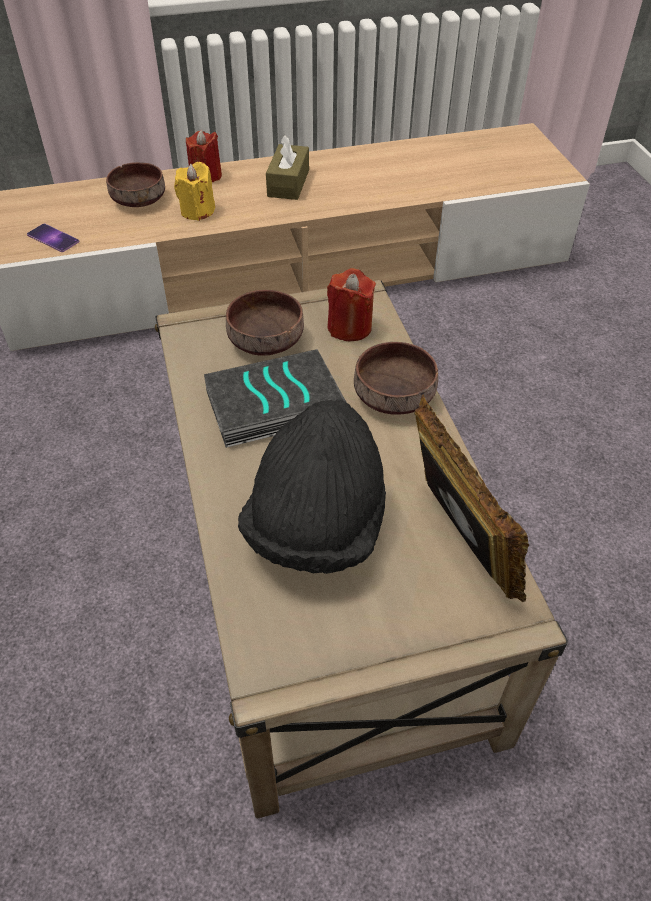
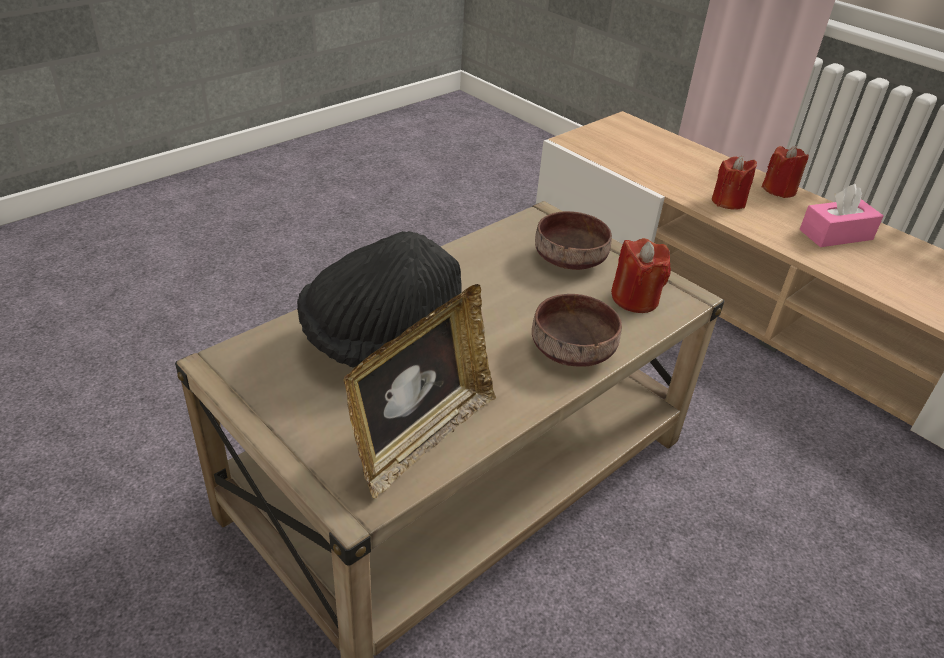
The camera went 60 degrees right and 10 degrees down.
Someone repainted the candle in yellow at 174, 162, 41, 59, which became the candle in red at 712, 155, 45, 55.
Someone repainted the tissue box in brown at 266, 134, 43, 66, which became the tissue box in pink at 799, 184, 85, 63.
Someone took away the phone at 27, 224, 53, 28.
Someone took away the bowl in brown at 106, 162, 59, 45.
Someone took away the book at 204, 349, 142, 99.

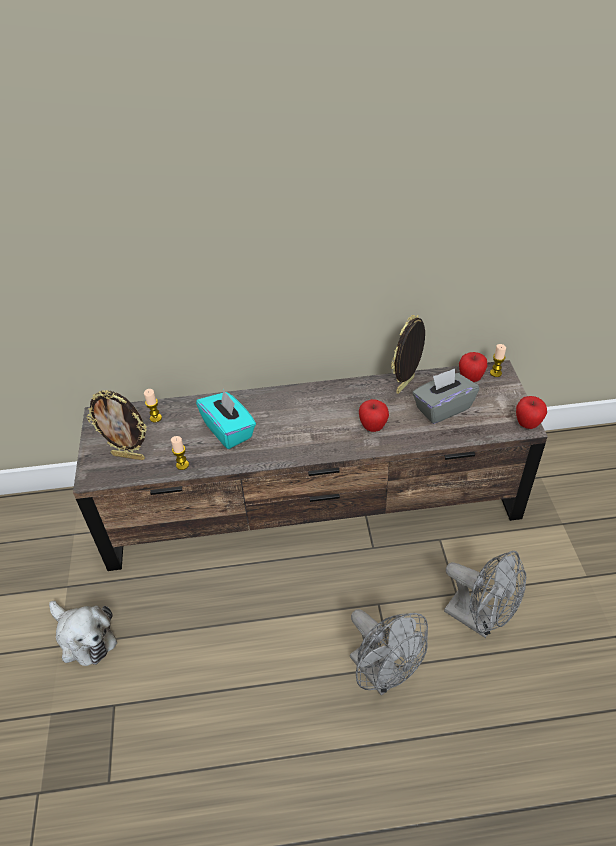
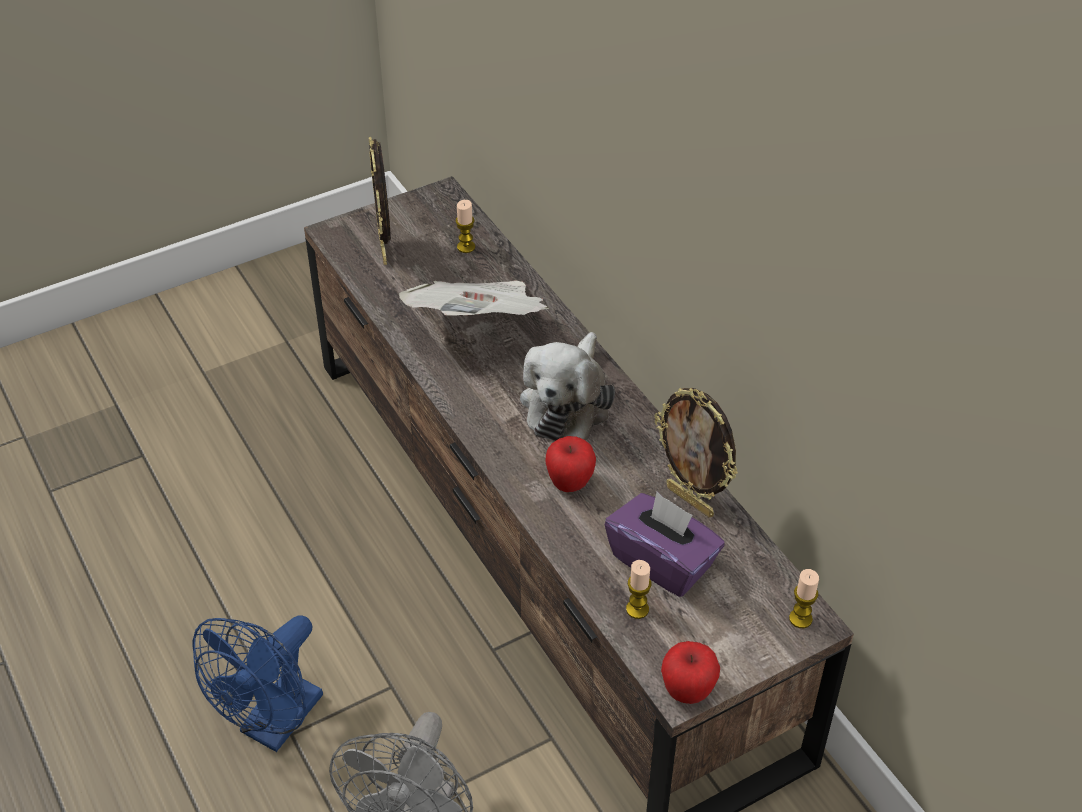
The camera went 65 degrees right and 0 degrees up.
Someone repainted the fan in grey at 350, 609, 78, 87, which became the fan in blue at 192, 615, 131, 137.
Someone swapped the tissue box in turquoise at 196, 389, 60, 60 for the newspaper at 399, 280, 150, 36.
Someone carried the plush toy from 49, 601, 68, 65 to 520, 332, 95, 109.
Someone repainted the tissue box in grey at 412, 368, 67, 56, which became the tissue box in purple at 605, 492, 120, 105.
Someone carried the candle from 171, 436, 18, 34 to 626, 560, 26, 59.
Someone rotated the picture frame at 391, 315, 34, 79 by 150 degrees counterclockwise.
Someone took away the apple at 459, 352, 28, 30.

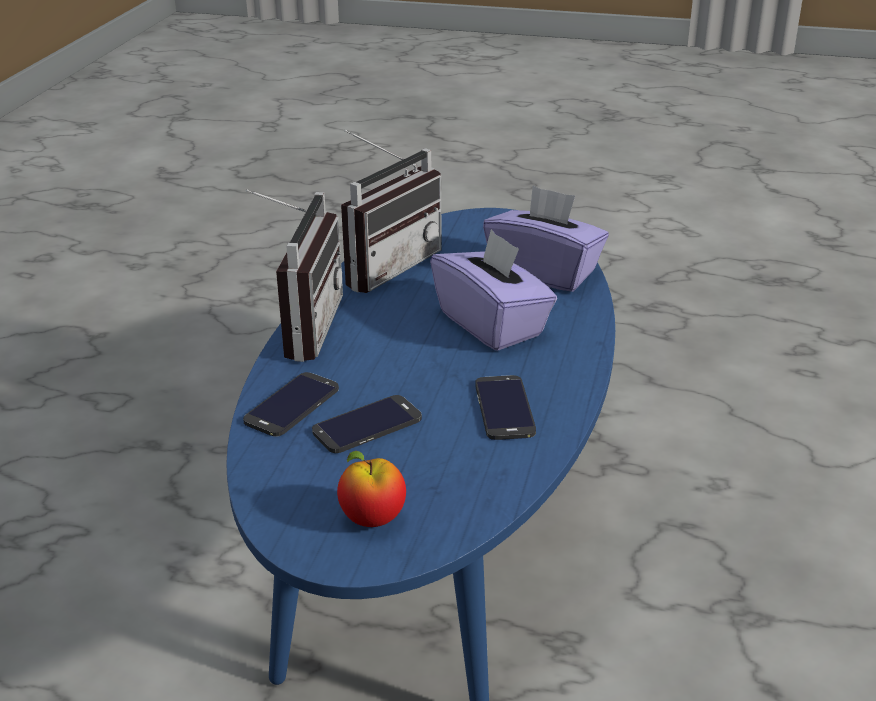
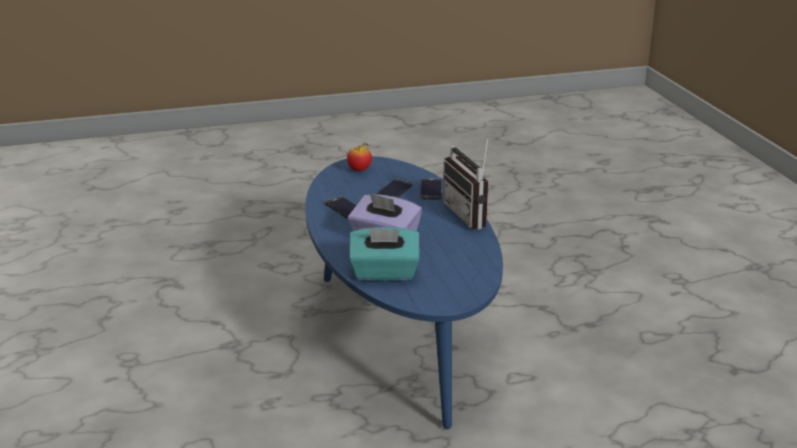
The camera went 150 degrees right and 5 degrees down.
Someone repainted the tissue box in purple at 483, 185, 126, 107, which became the tissue box in turquoise at 349, 227, 70, 53.
Someone took away the radio at 341, 129, 101, 164.

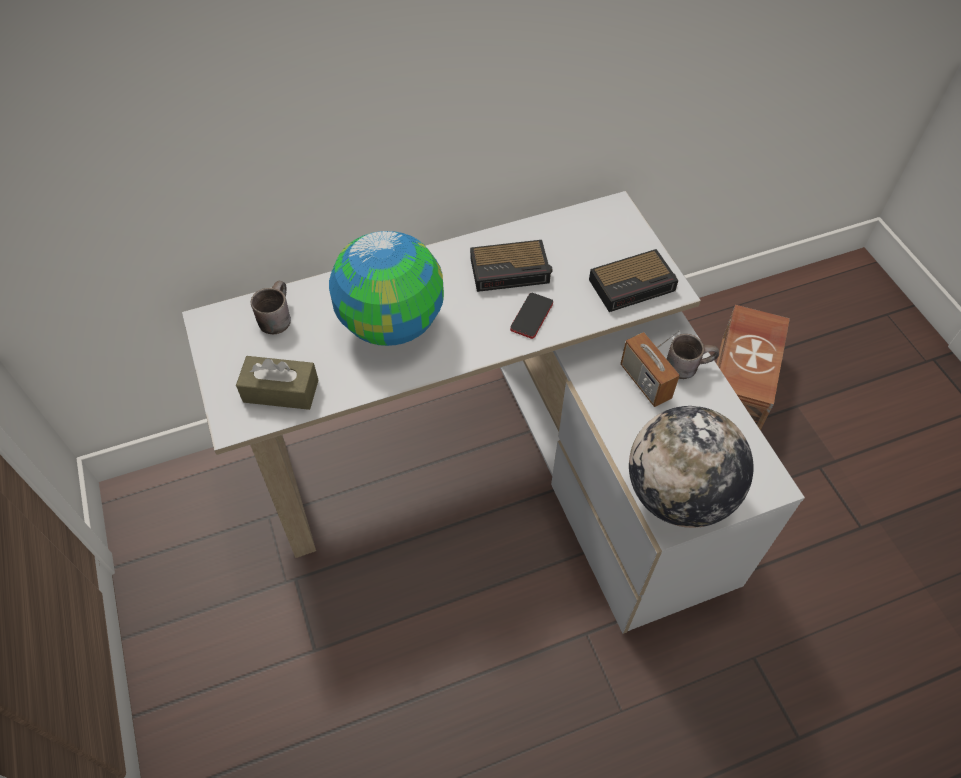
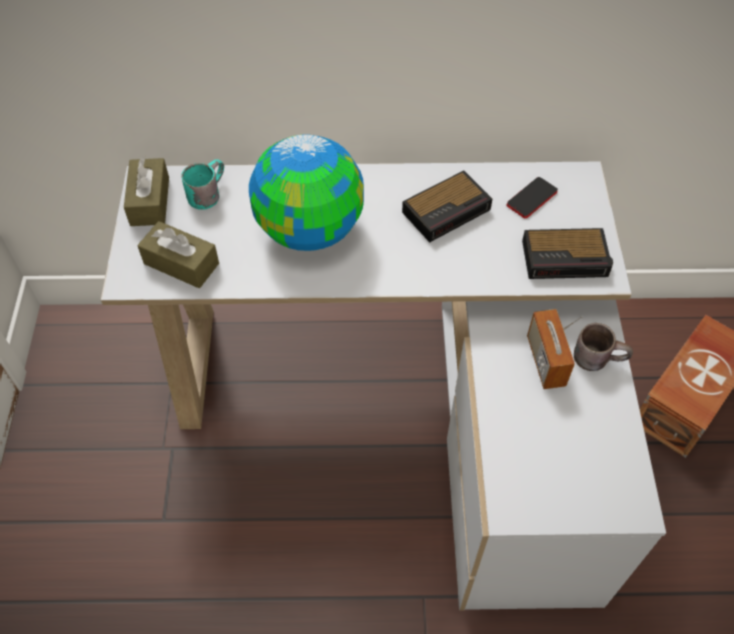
The camera went 20 degrees right and 0 degrees up.
Someone put down the tissue box in brown at 124, 156, 45, 70.
Someone repainted the mug in brown at 251, 281, 40, 53, which became the mug in turquoise at 181, 159, 43, 51.
Someone rotated the alarm clock at 470, 240, 82, 52 by 45 degrees counterclockwise.
Someone carried the phone from 510, 293, 43, 46 to 507, 177, 51, 41.
Someone took away the globe at 629, 406, 124, 122.

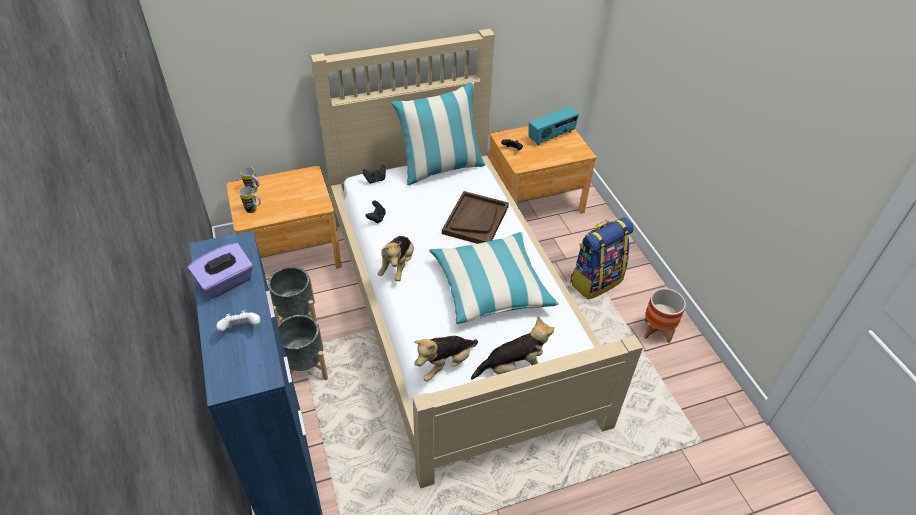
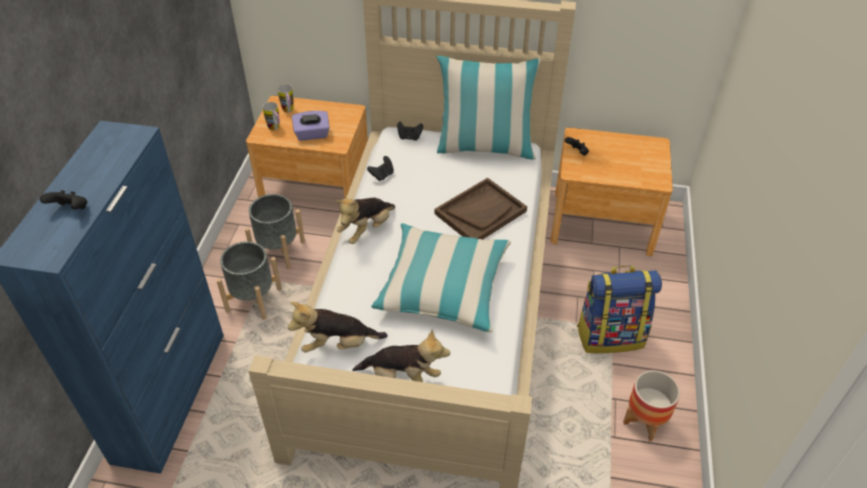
The camera went 30 degrees right and 0 degrees up.
Someone repainted the game controller in white at 216, 310, 44, 22, which became the game controller in black at 40, 190, 47, 20.
Someone carried the tissue box in purple from 188, 243, 65, 55 to 292, 111, 38, 30.
Someone took away the radio at 529, 106, 50, 39.

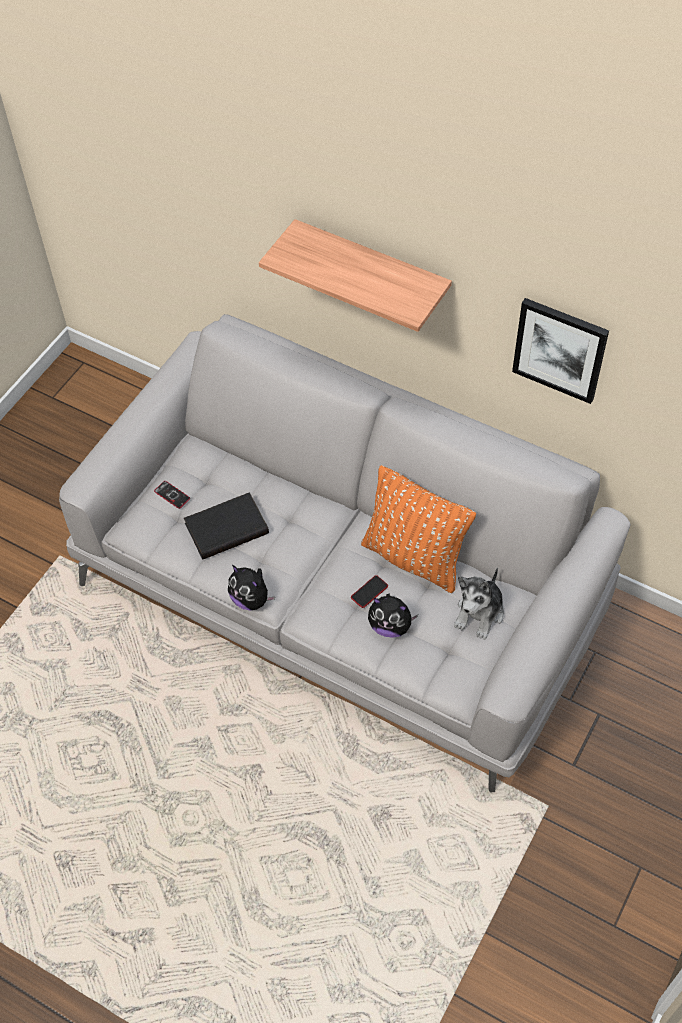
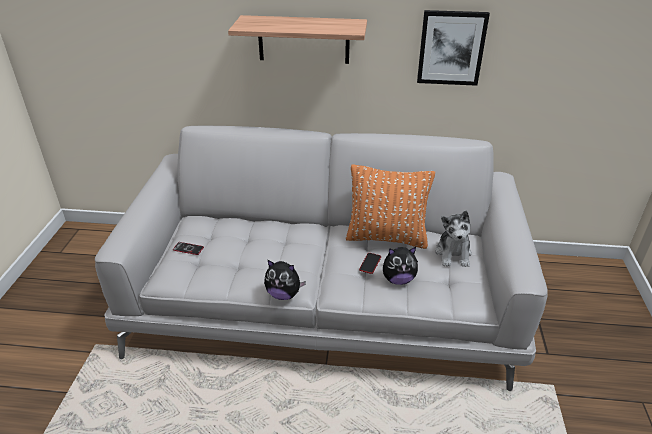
The camera went 25 degrees left and 20 degrees down.
Someone took away the book in black at 184, 492, 85, 68.

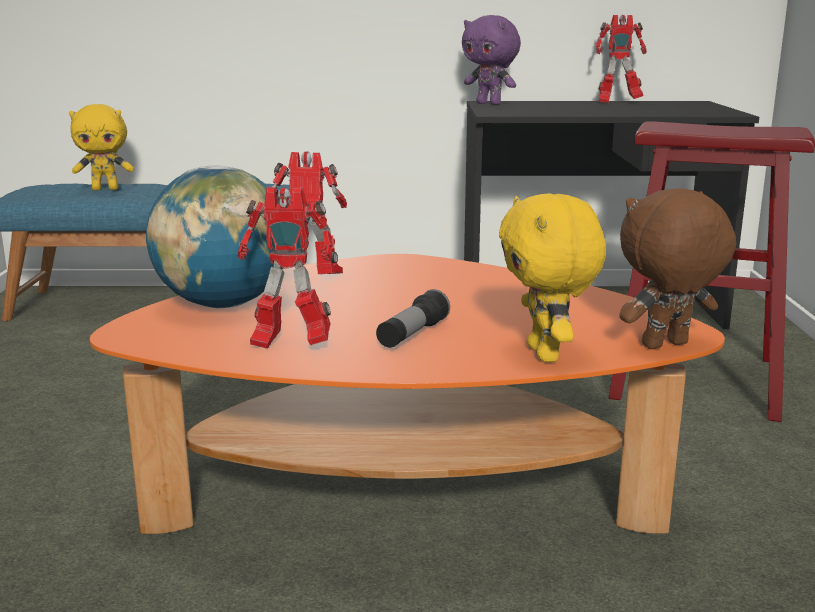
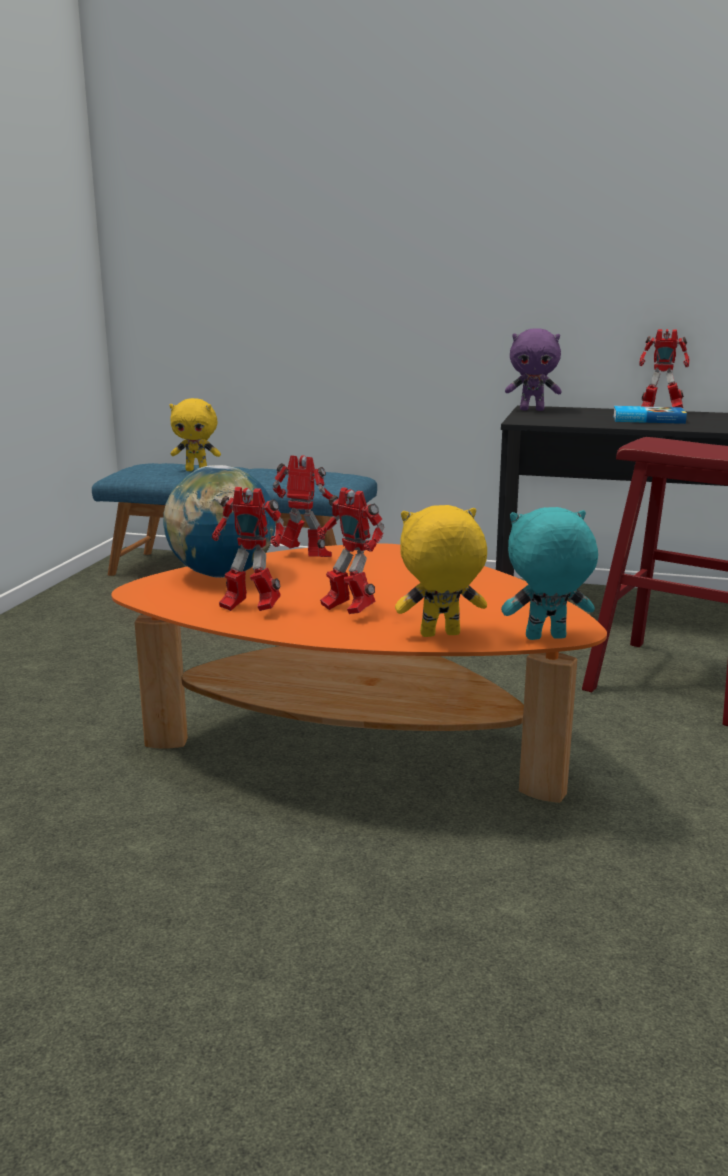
The camera went 15 degrees right and 0 degrees up.
Someone swapped the flashlight at 376, 289, 74, 59 for the toy robot at 318, 487, 67, 127.
Someone rotated the plush toy in yellow at 499, 193, 107, 169 by 75 degrees clockwise.
Someone repainted the plush toy in brown at 620, 188, 116, 161, which became the plush toy in turquoise at 501, 507, 97, 133.
Someone rotated the plush toy in purple at 462, 15, 59, 90 by 45 degrees counterclockwise.
Someone put down the book at 613, 406, 74, 18.

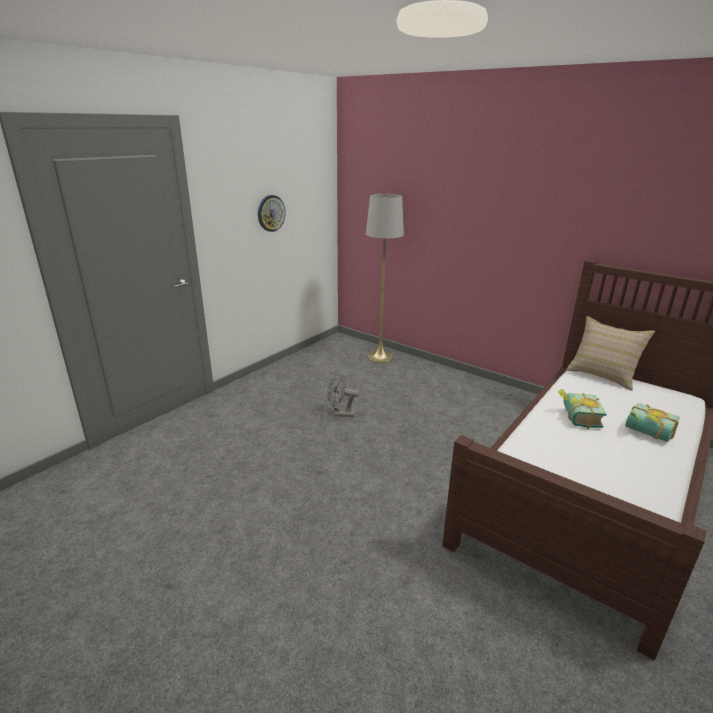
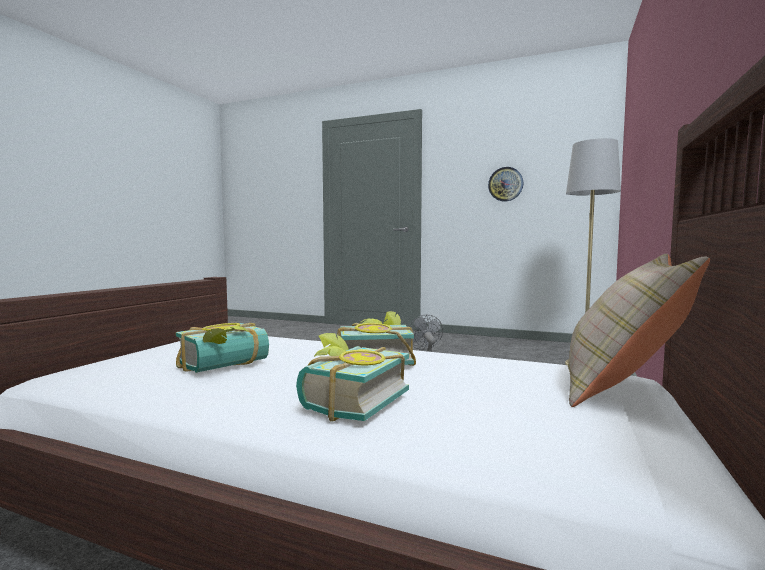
The camera went 75 degrees right and 20 degrees down.
Someone put down the book at 176, 323, 93, 50.

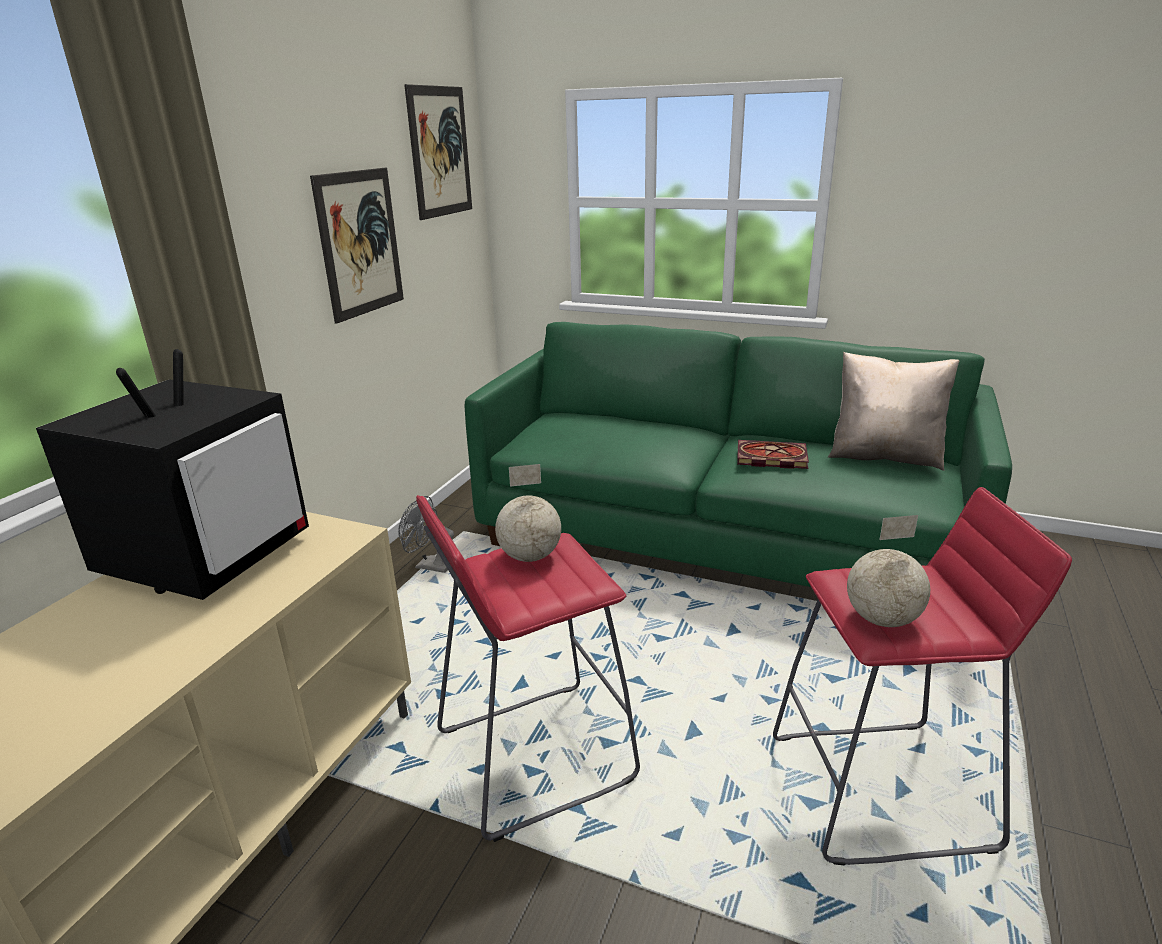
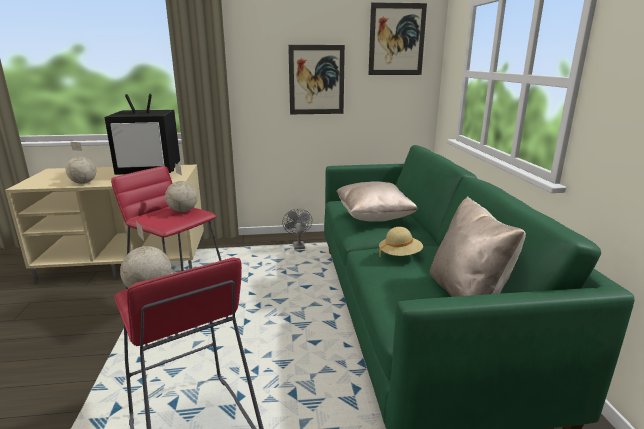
The camera went 60 degrees right and 5 degrees down.
Someone put down the globe at 66, 142, 30, 42.
Someone put down the pillow in beige at 336, 181, 82, 41.
Someone swapped the book at 737, 440, 72, 29 for the hat in beige at 379, 227, 44, 30.

